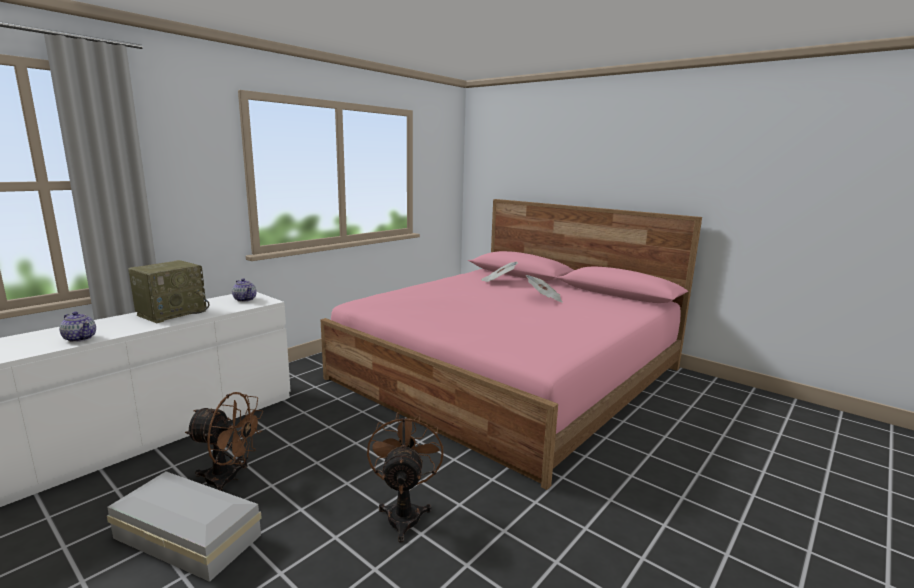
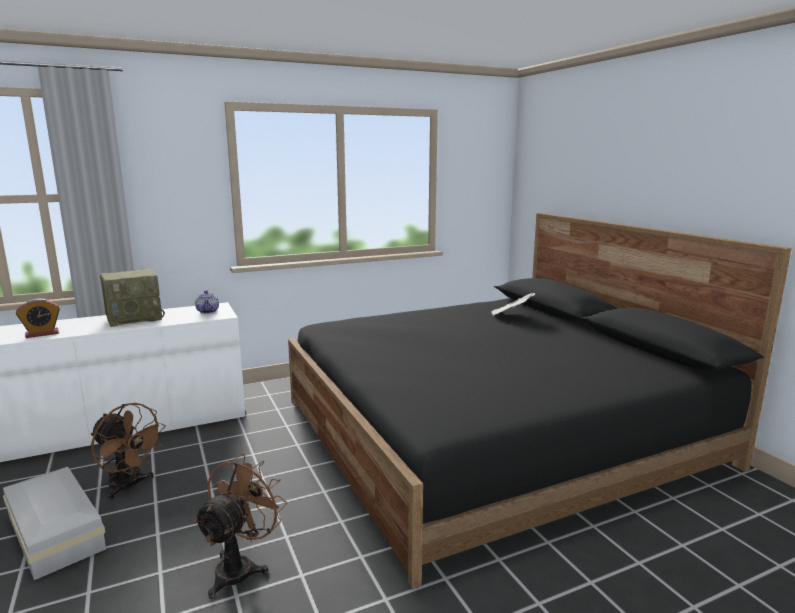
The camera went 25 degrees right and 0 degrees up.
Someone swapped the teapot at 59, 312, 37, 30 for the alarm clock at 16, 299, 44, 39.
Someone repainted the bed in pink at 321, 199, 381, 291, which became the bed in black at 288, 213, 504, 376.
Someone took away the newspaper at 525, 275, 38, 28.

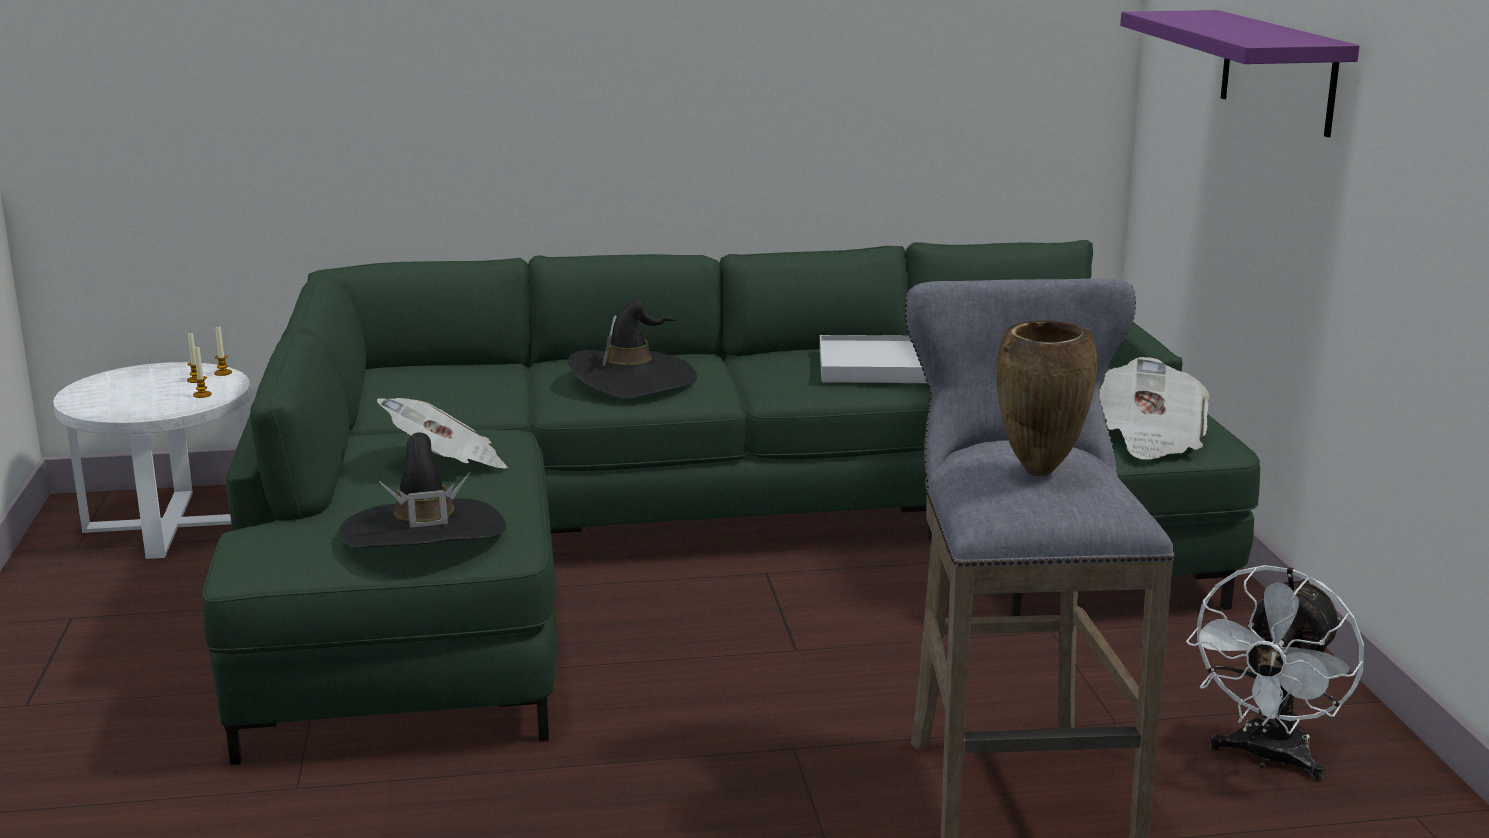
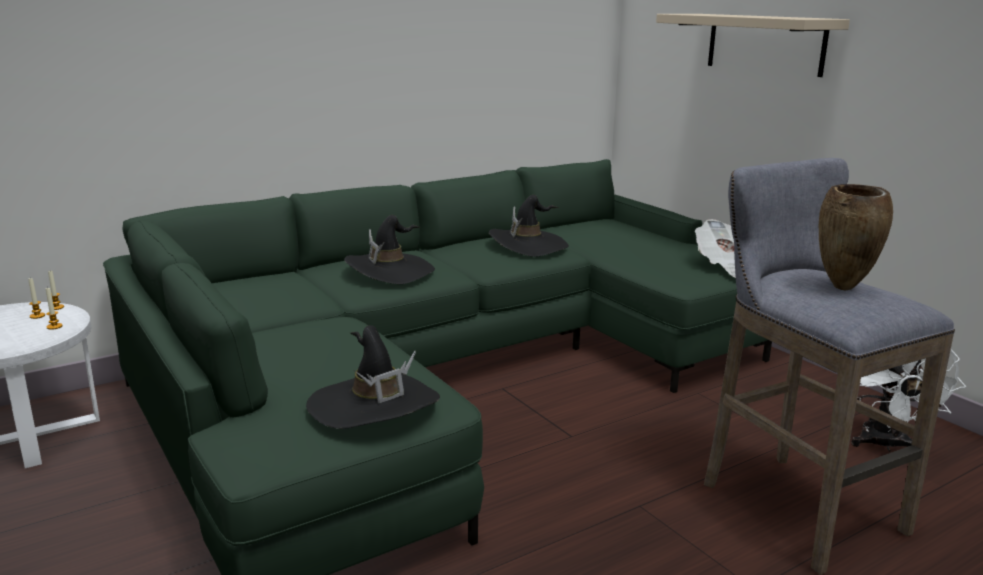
The camera went 25 degrees left and 0 degrees up.
Someone swapped the tray in white at 820, 335, 108, 48 for the hat in black at 489, 195, 80, 62.
Someone repainted the shelf in purple at 1120, 10, 240, 127, which became the shelf in beige at 656, 14, 194, 63.
Someone took away the newspaper at 377, 398, 131, 70.

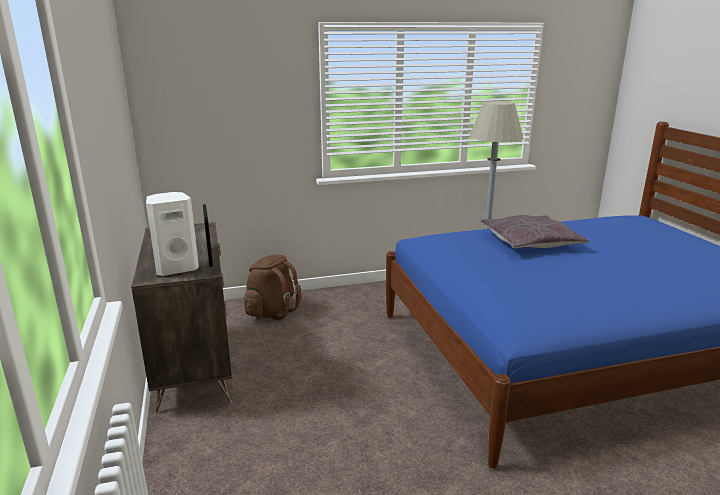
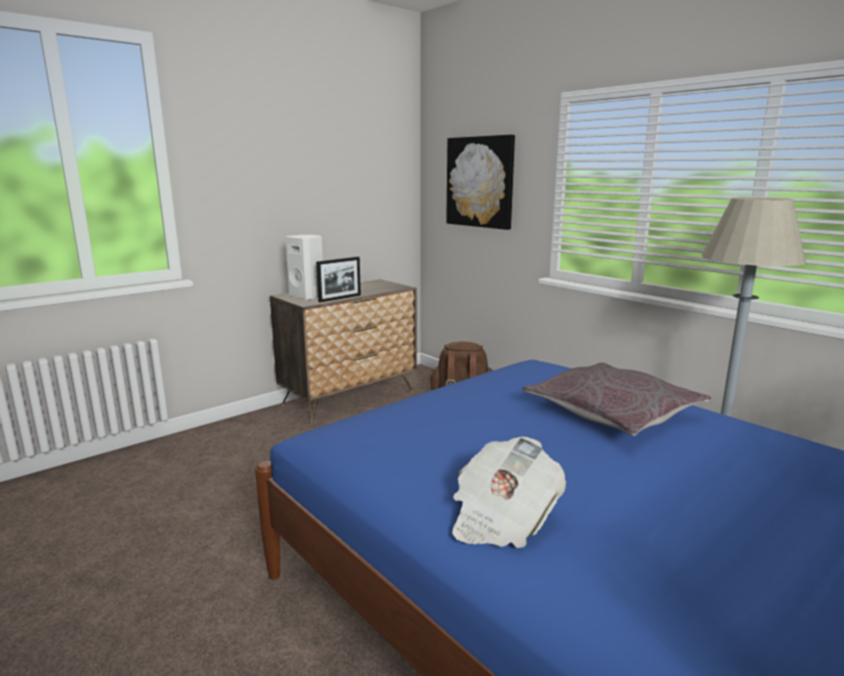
The camera went 65 degrees right and 5 degrees down.
Someone put up the picture at 446, 135, 69, 95.
Someone put down the newspaper at 452, 437, 114, 111.

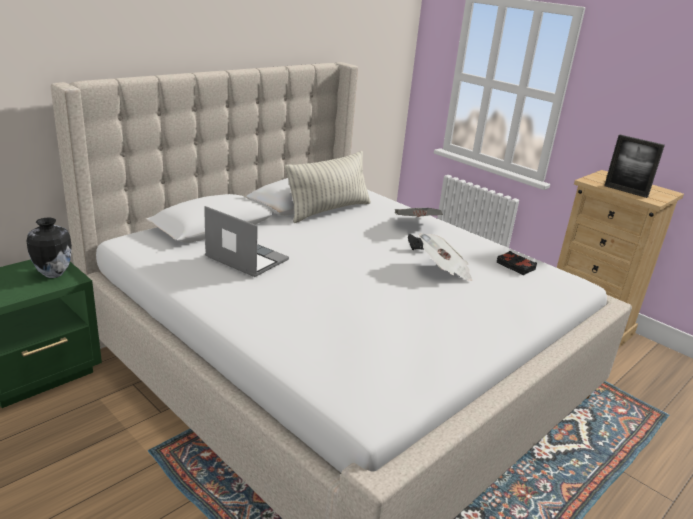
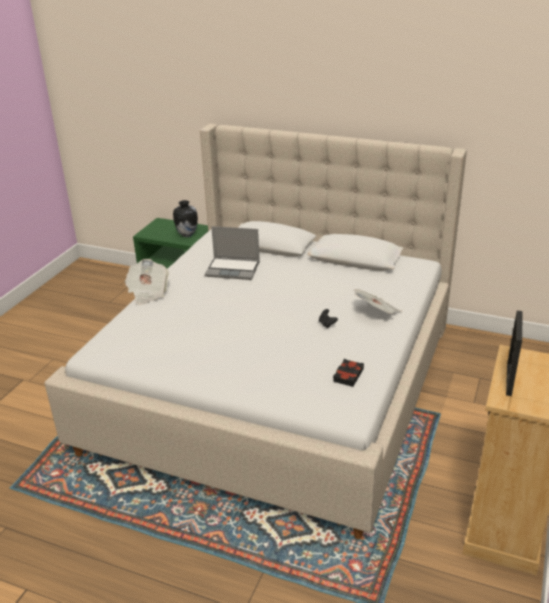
The camera went 70 degrees right and 5 degrees up.
Someone carried the newspaper from 419, 233, 54, 48 to 125, 259, 44, 46.
Someone rotated the laptop at 204, 206, 85, 71 by 90 degrees clockwise.
Someone took away the pillow at 285, 151, 86, 72.

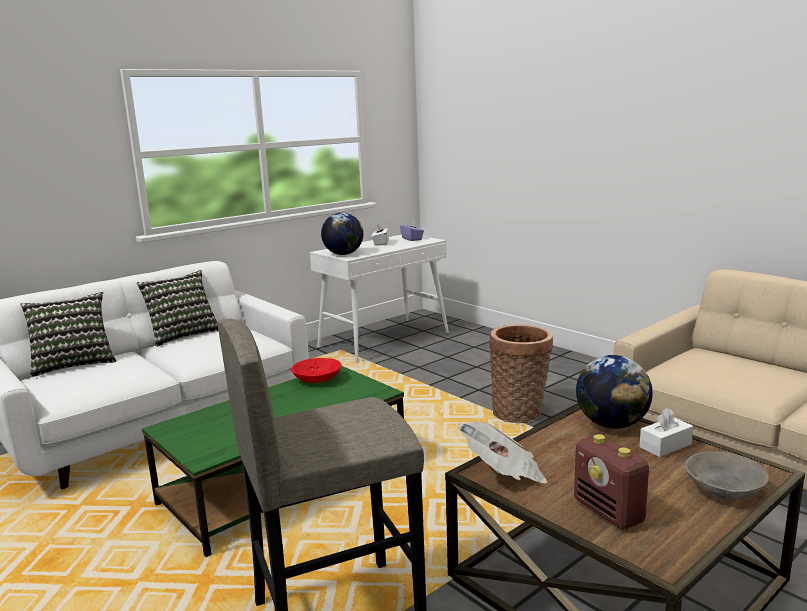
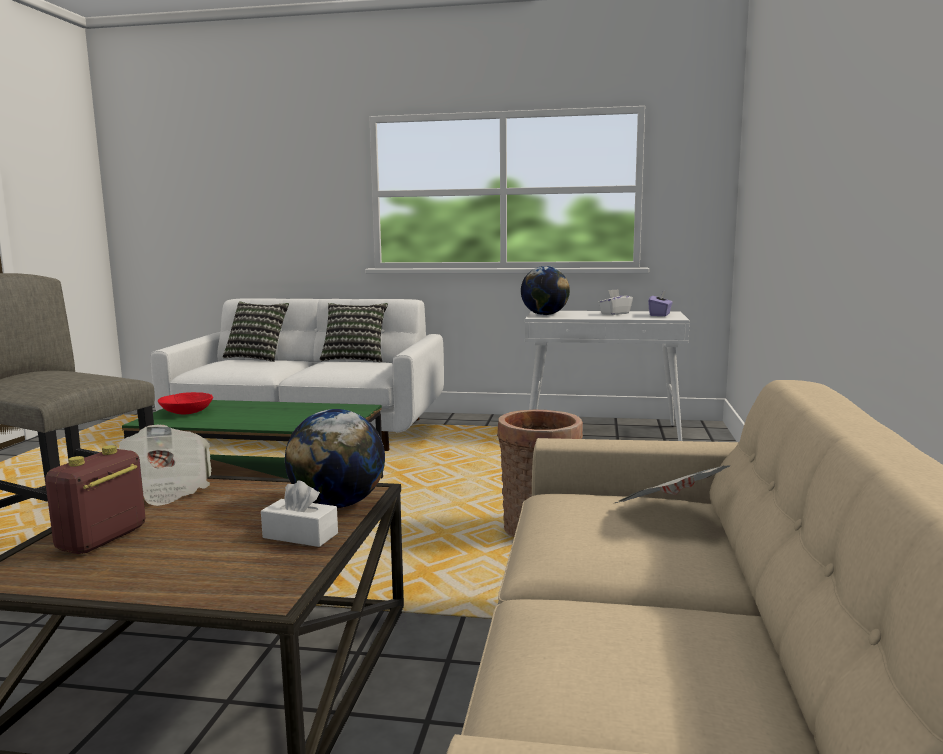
The camera went 50 degrees right and 5 degrees down.
Someone carried the bowl in red from 291, 358, 51, 25 to 158, 392, 55, 22.
Someone put down the newspaper at 615, 465, 115, 38.
Someone took away the bowl in grey at 685, 451, 84, 49.

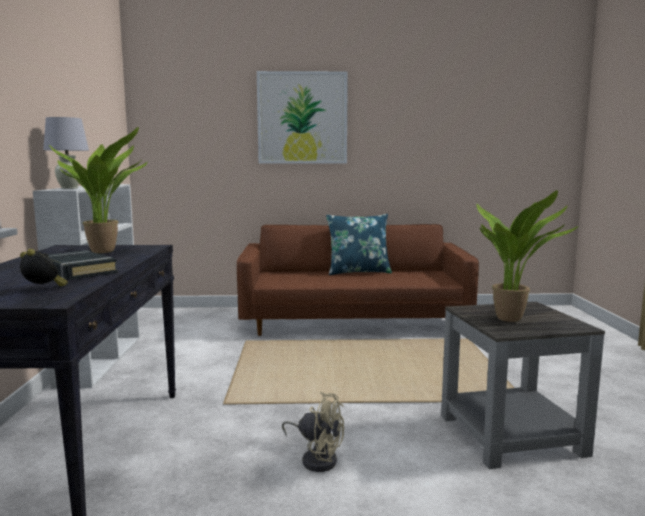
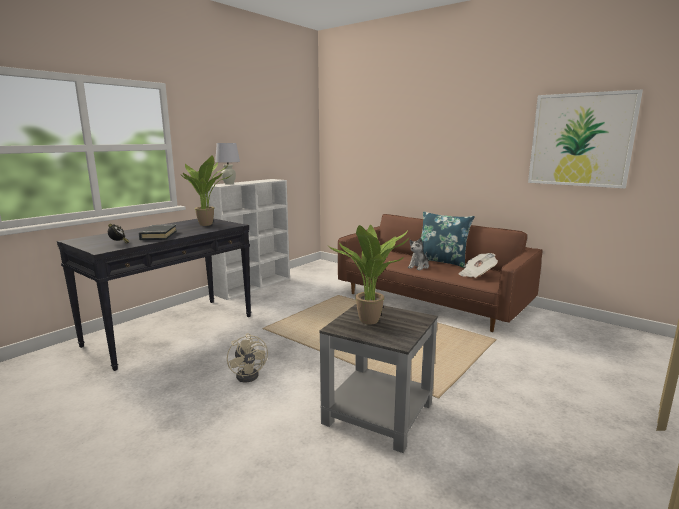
The camera went 40 degrees right and 5 degrees up.
Someone put down the plush toy at 408, 237, 21, 33.
Someone put down the newspaper at 459, 253, 39, 25.
Someone carried the picture from 257, 71, 91, 92 to 528, 90, 115, 99.

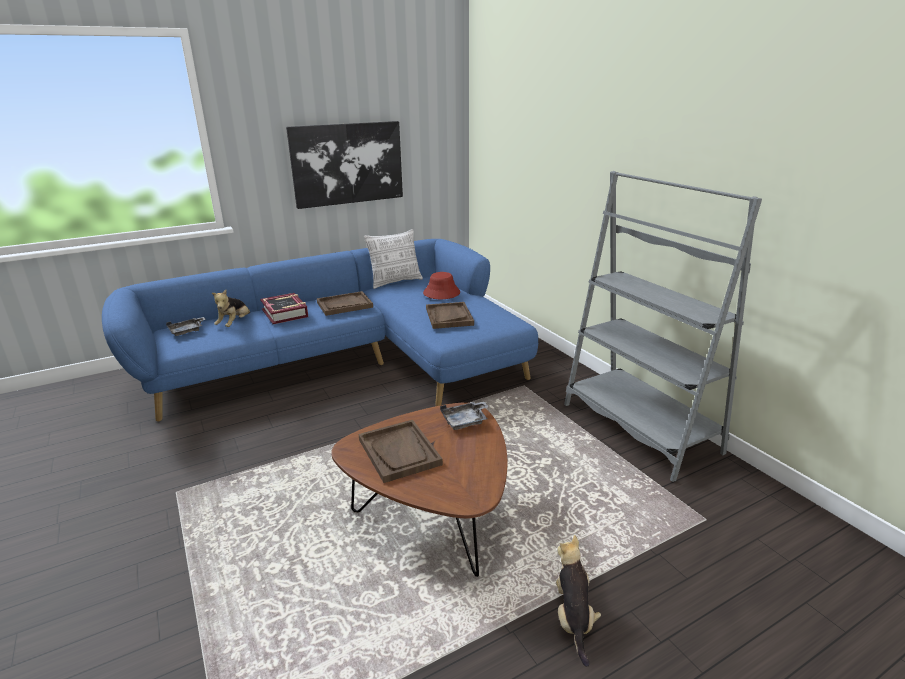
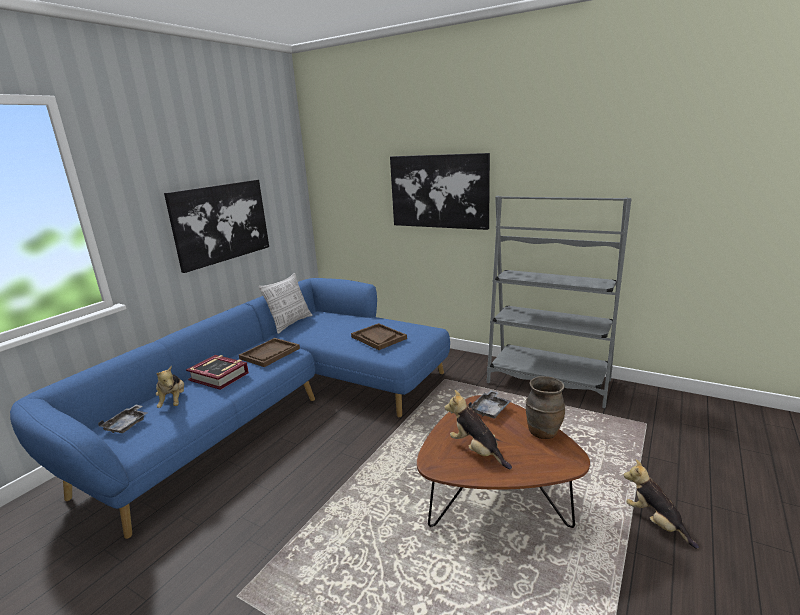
The camera went 30 degrees left and 5 degrees down.
Someone put up the picture at 390, 153, 100, 77.
Someone swapped the tray in brown at 359, 420, 84, 63 for the plush toy at 445, 390, 67, 79.
Someone put down the vase in brown at 526, 376, 39, 63.
Someone took away the hat in red at 423, 272, 37, 27.

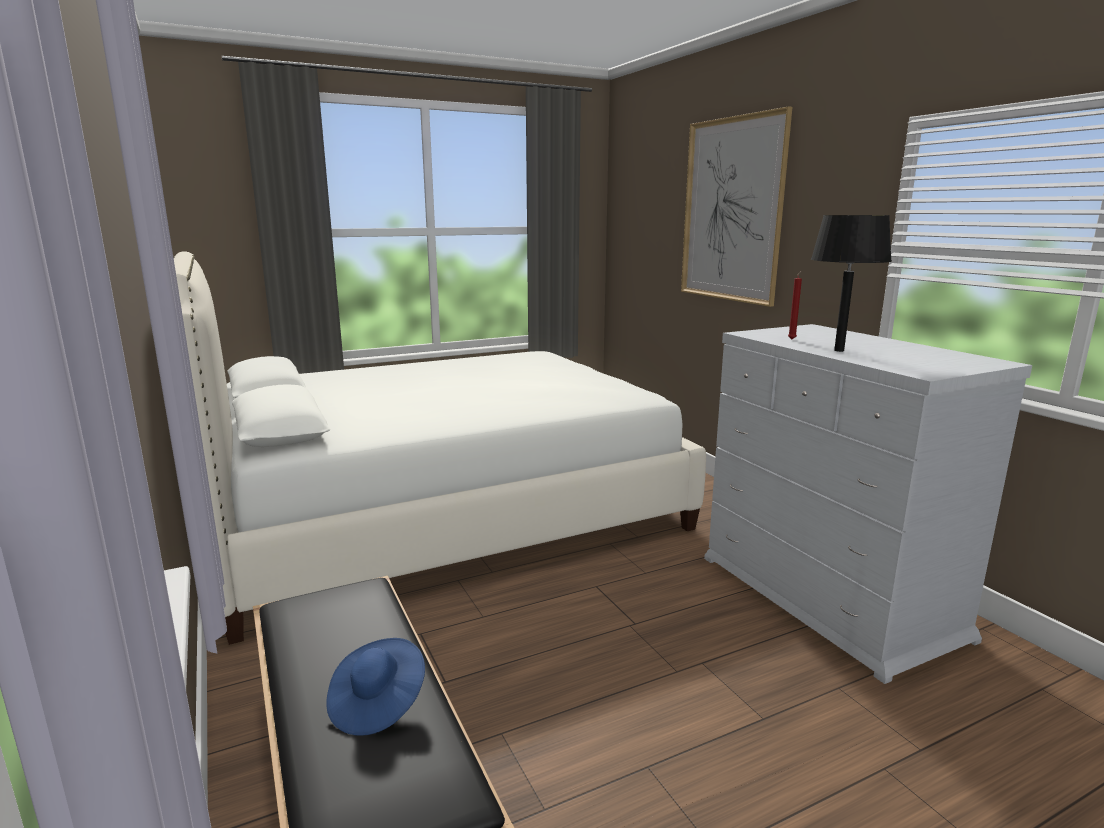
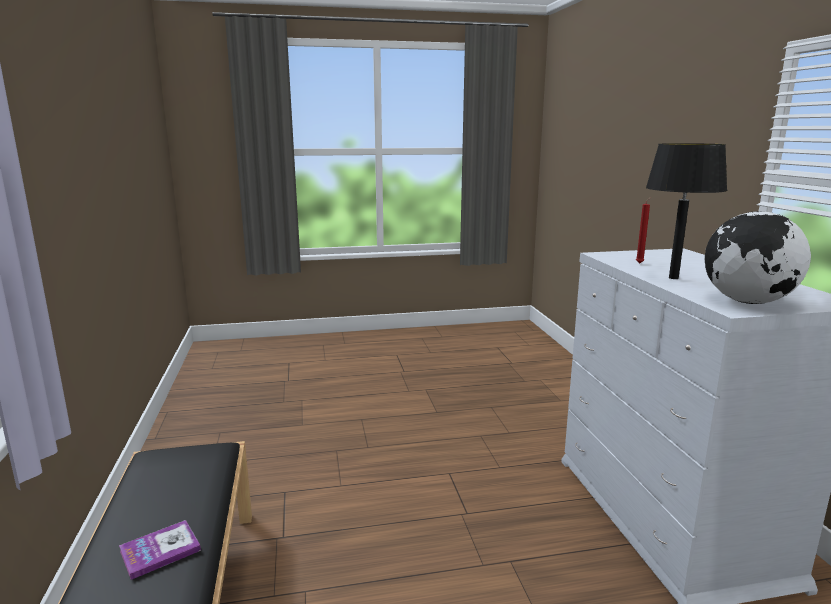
The camera went 15 degrees right and 0 degrees up.
Someone swapped the hat in blue at 326, 638, 99, 98 for the book at 119, 520, 82, 60.
Someone put down the globe at 705, 211, 106, 93.
Someone took away the bed in white at 174, 251, 532, 394.
Someone took away the picture at 681, 106, 112, 201.

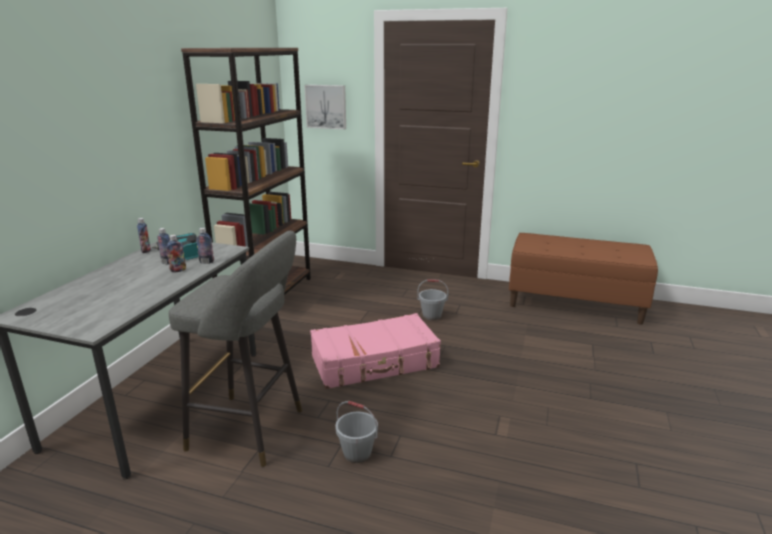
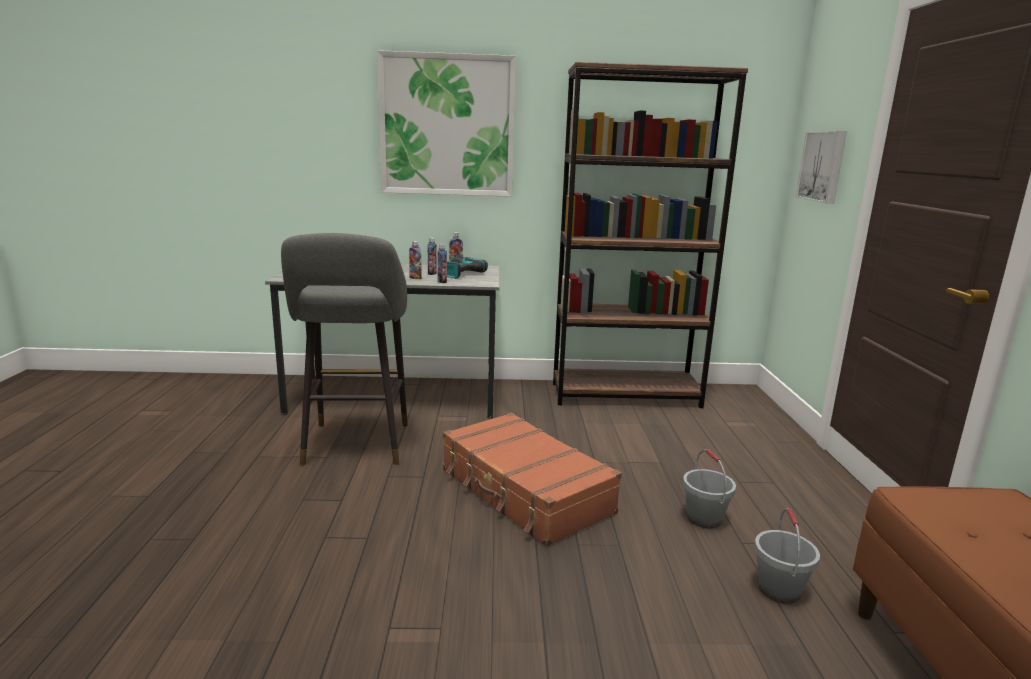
The camera went 70 degrees right and 5 degrees down.
Someone put up the picture at 377, 50, 139, 147.
Someone repainted the suitcase in pink at 310, 313, 131, 76, which became the suitcase in brown at 443, 412, 179, 135.
Someone carried the bucket in grey from 335, 401, 43, 62 to 754, 508, 66, 96.

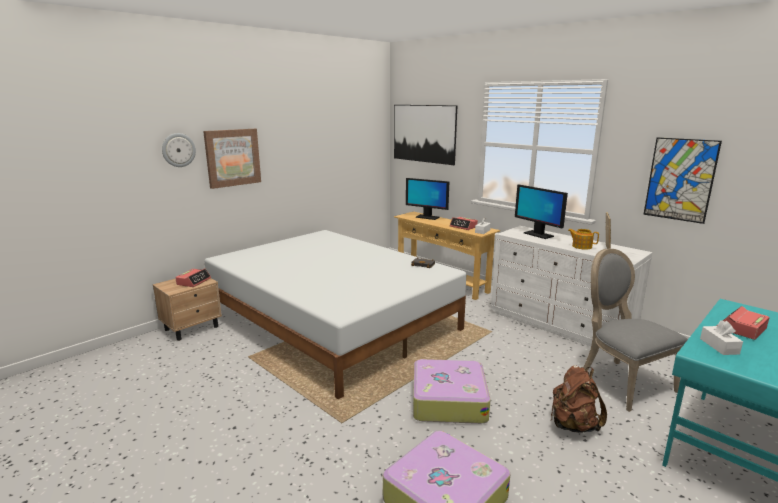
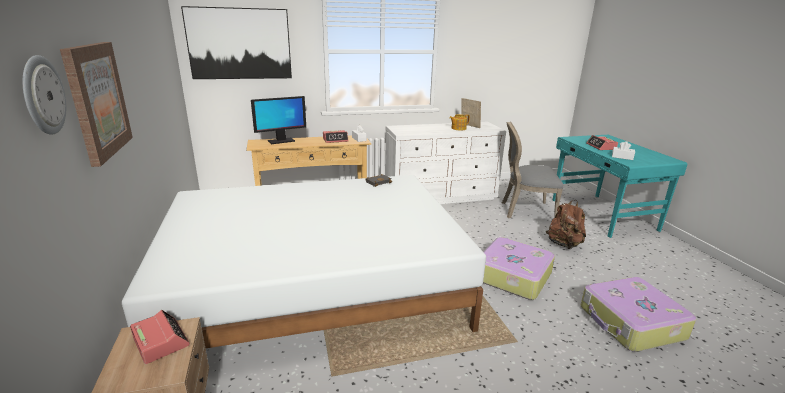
The camera went 60 degrees left and 5 degrees up.
Someone took away the monitor at 515, 184, 53, 55.
Someone took away the picture at 643, 137, 79, 87.

